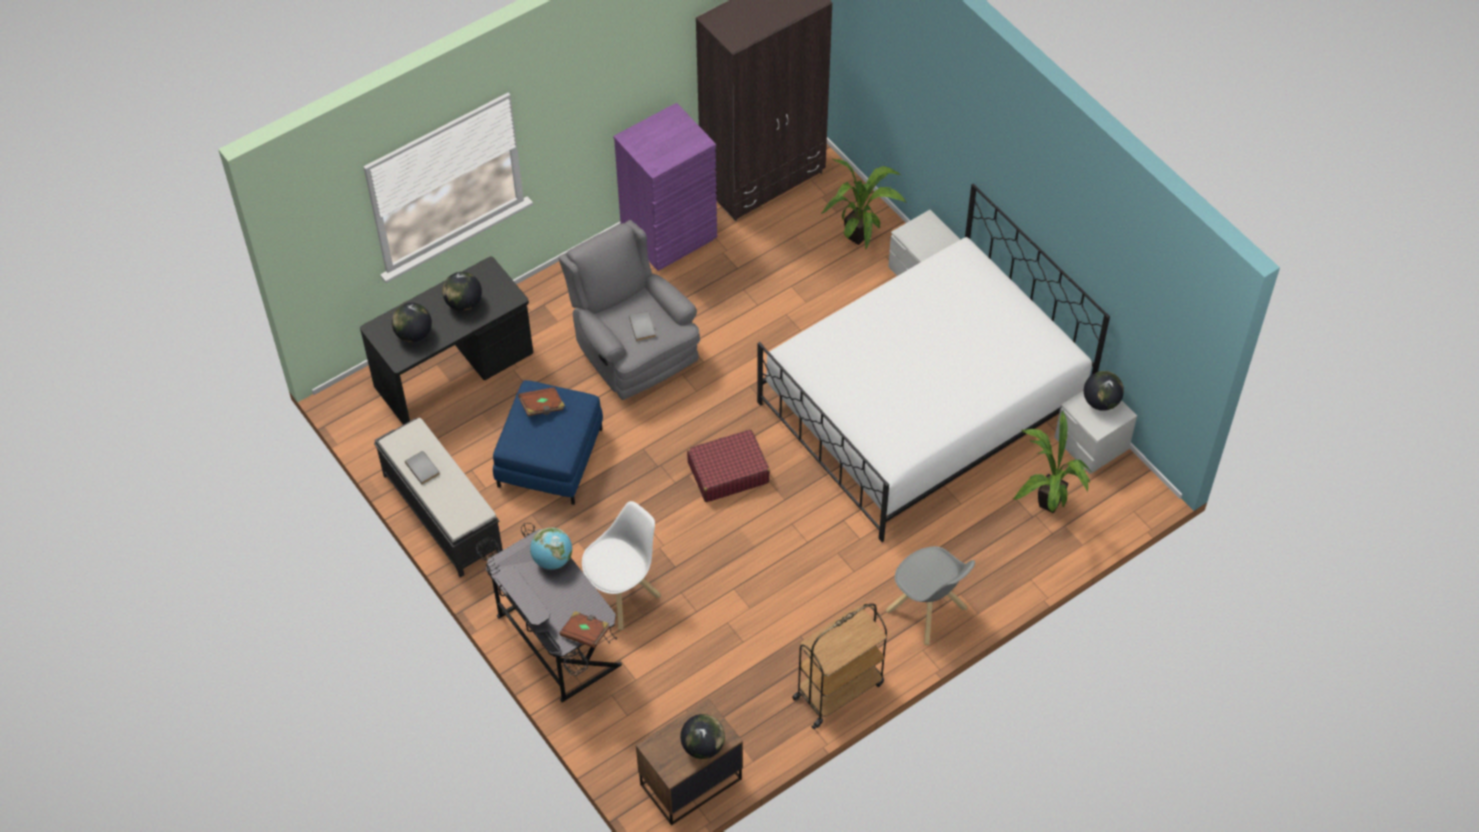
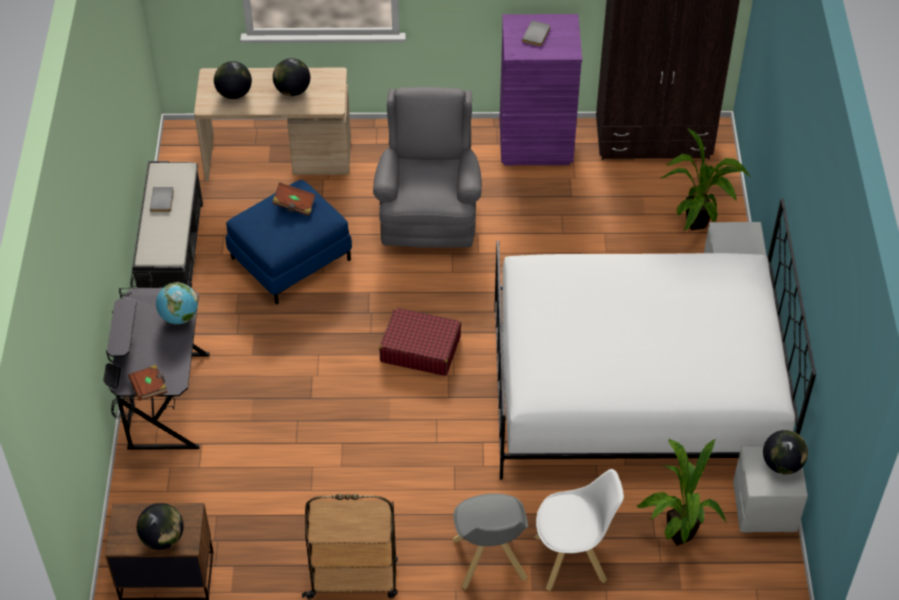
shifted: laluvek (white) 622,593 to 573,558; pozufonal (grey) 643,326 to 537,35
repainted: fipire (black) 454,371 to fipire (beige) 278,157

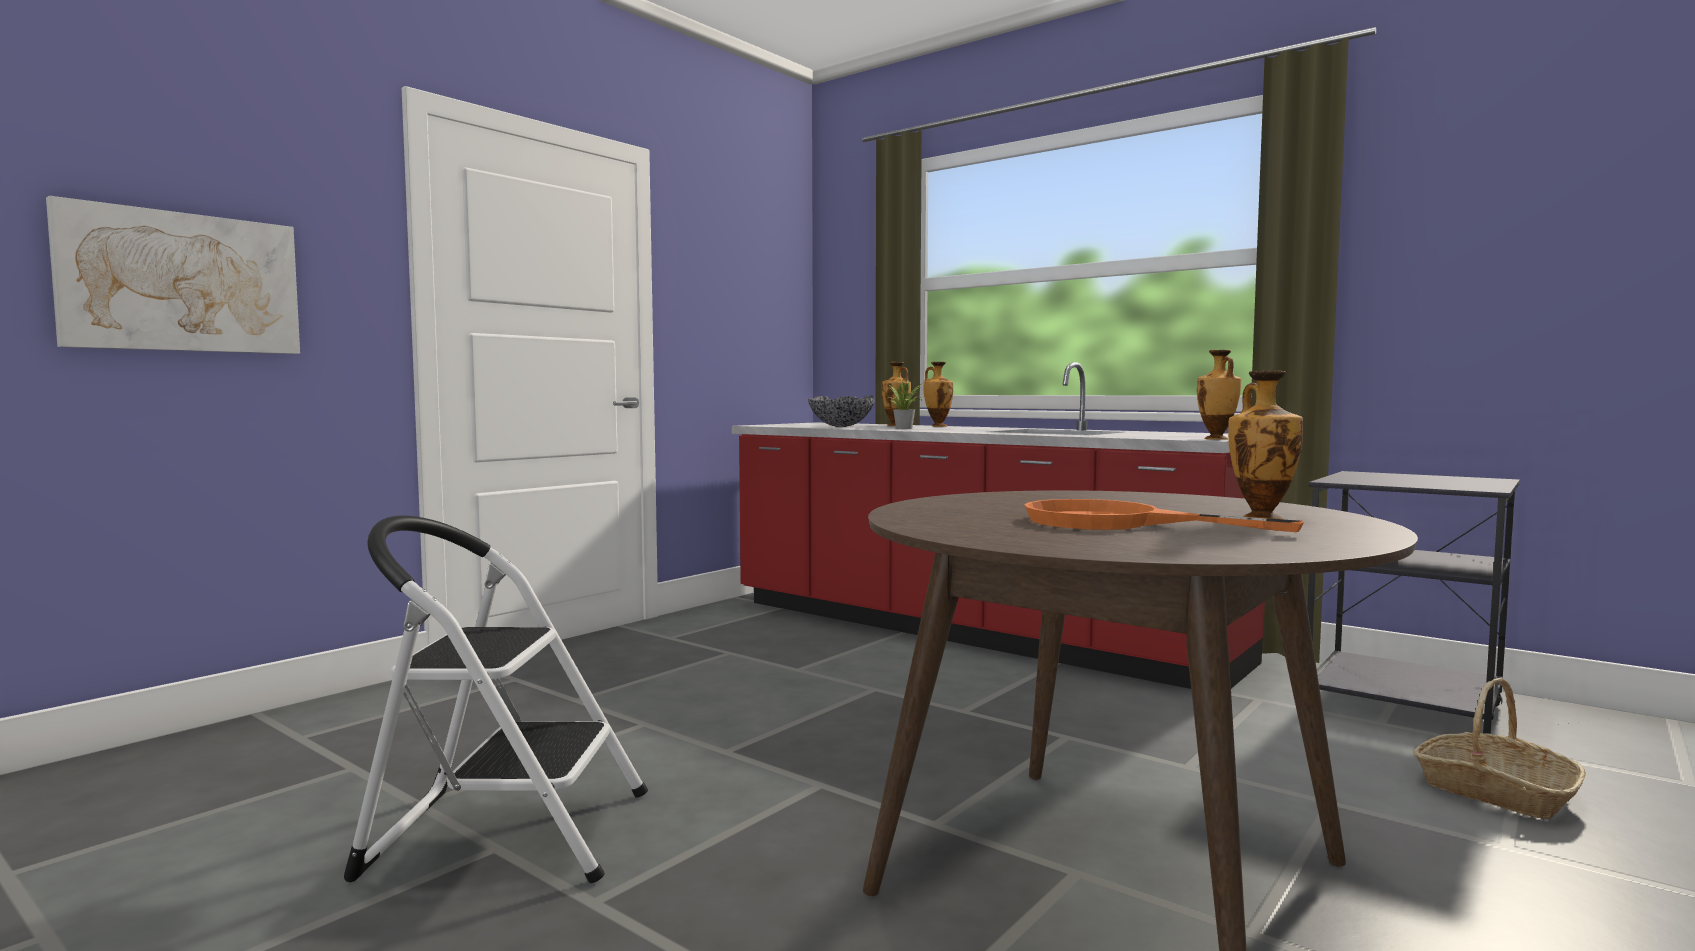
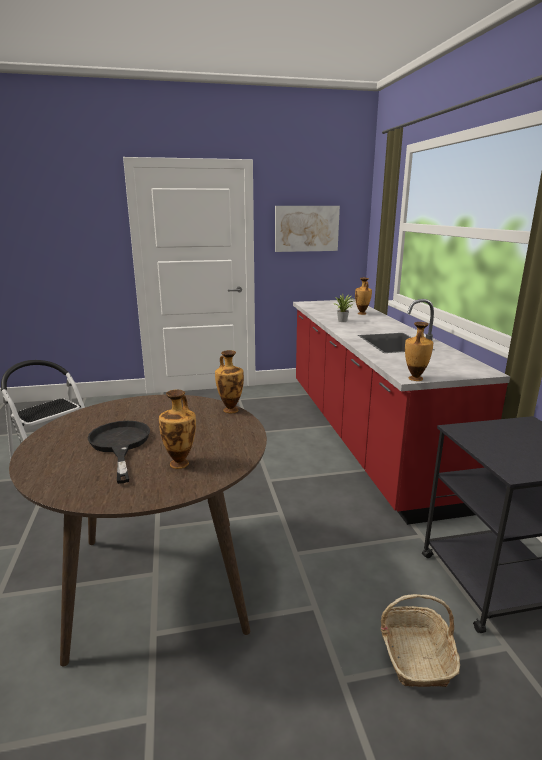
gone: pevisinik 841,426
shifted: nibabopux 182,282 to 306,228; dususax 937,426 to 230,409
repainted: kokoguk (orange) 1116,523 to kokoguk (black) 120,445

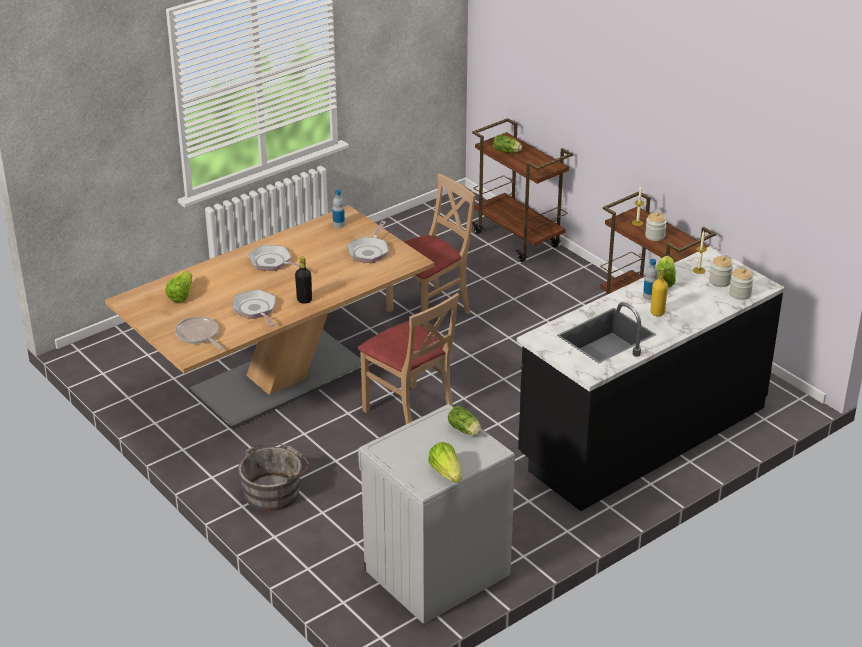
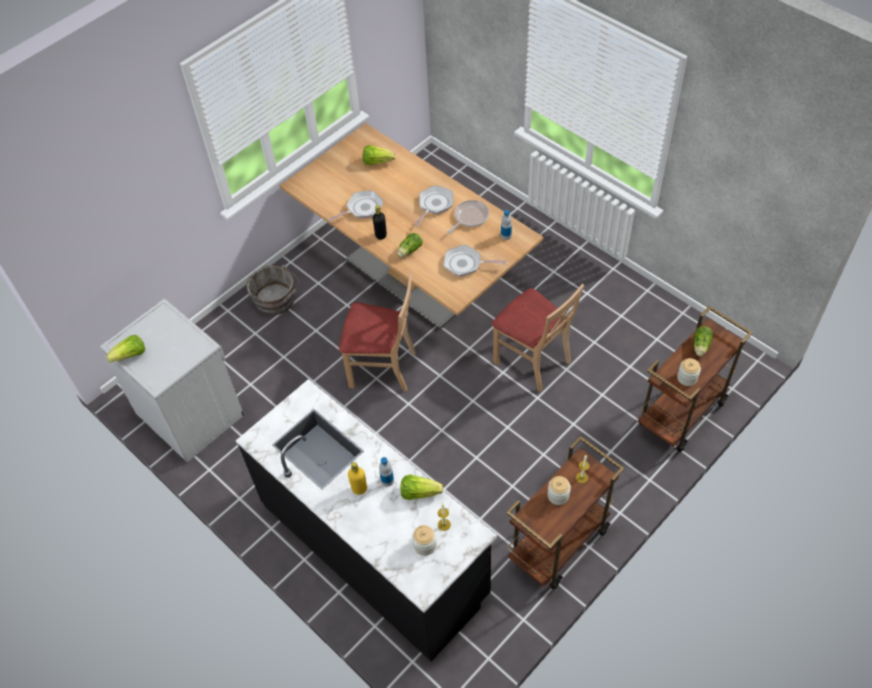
shifted: kokoguk 198,335 to 469,217; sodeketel 465,430 to 409,251; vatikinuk 740,294 to 687,378
rotated: laluvek (beige) 409,412 = 382,368 120 degrees counterclockwise

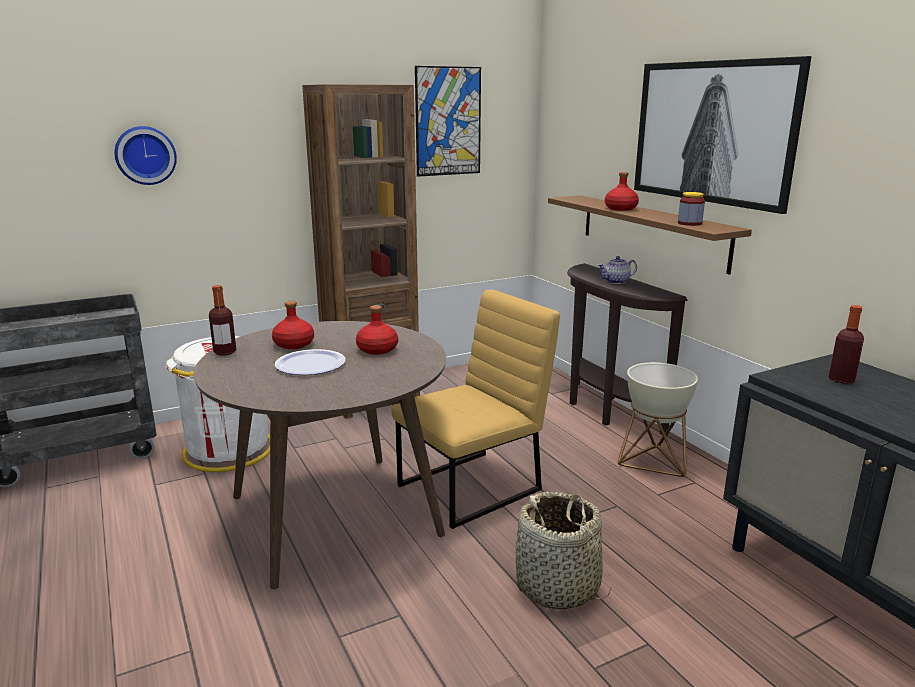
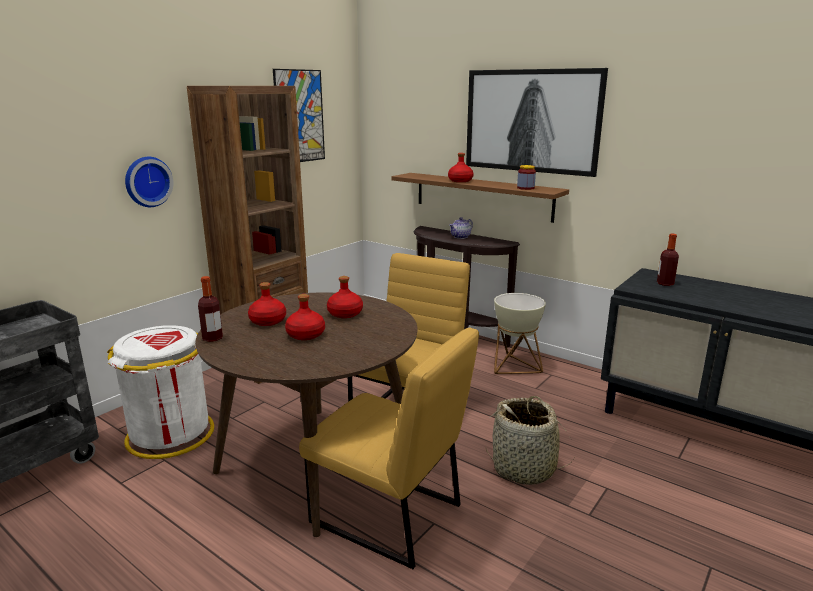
new: laluvek (yellow) 389,515
shifted: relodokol 145,155 to 147,181
swapped: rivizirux 310,364 to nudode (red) 305,335

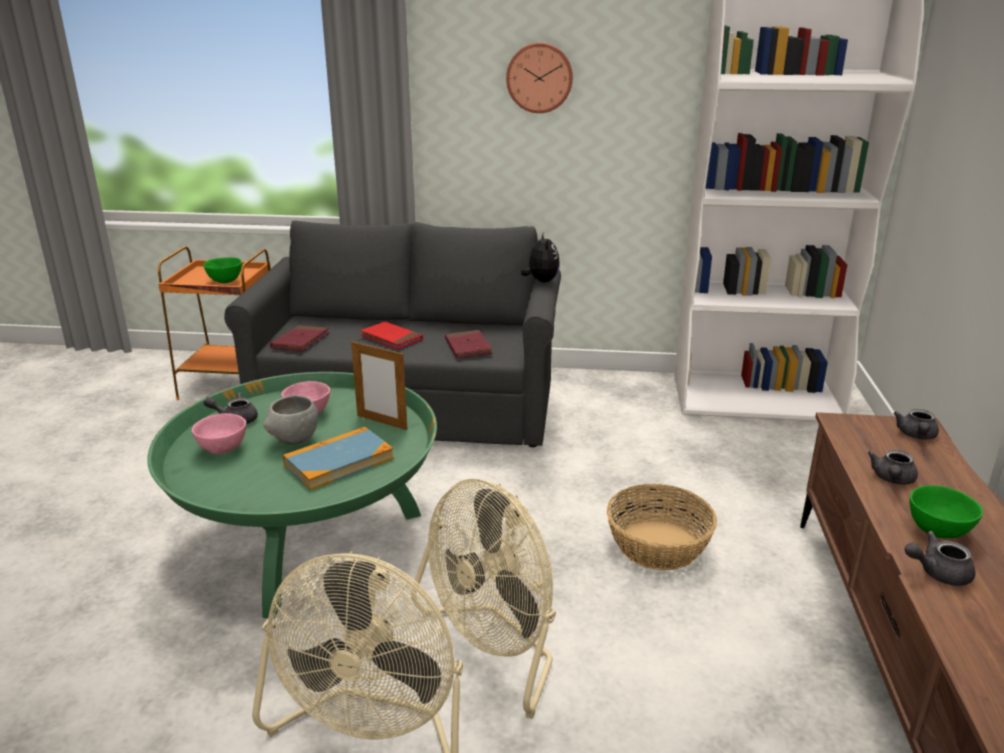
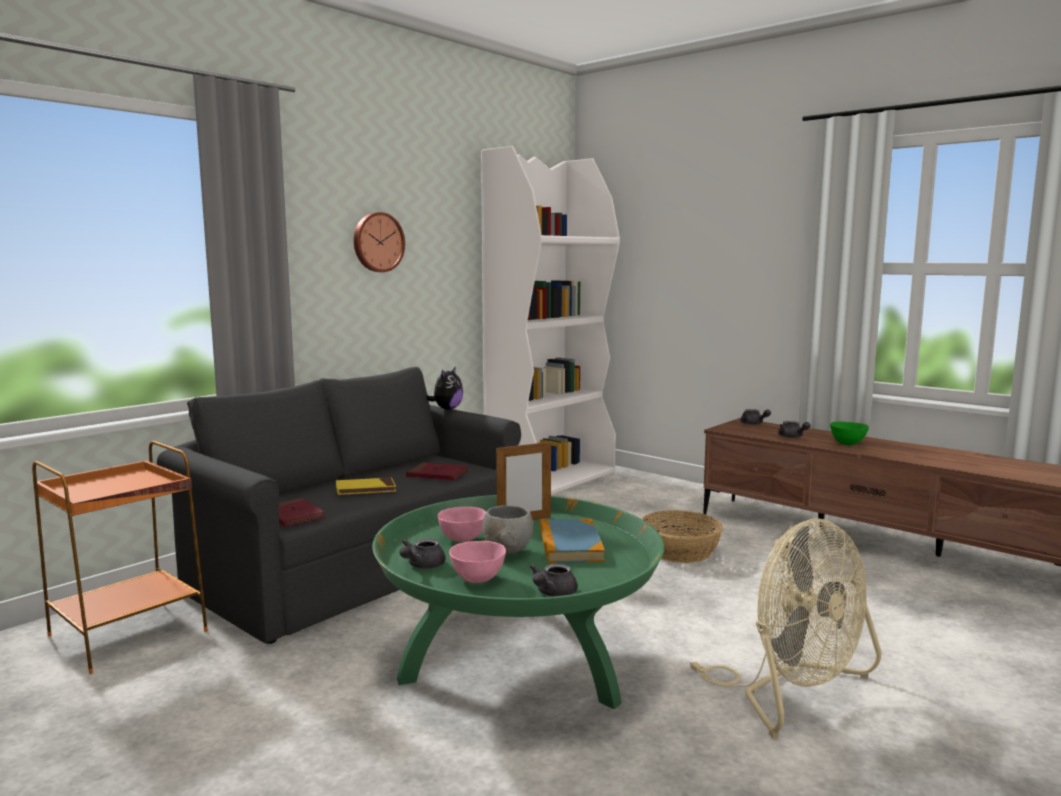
gone: pevisinik (green) 225,281; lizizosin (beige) 497,641
shifted: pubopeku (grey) 937,572 to 552,593
repainted: pozufonal (red) 391,338 to pozufonal (yellow) 365,489
rotated: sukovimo 541,281 = 447,409 90 degrees clockwise

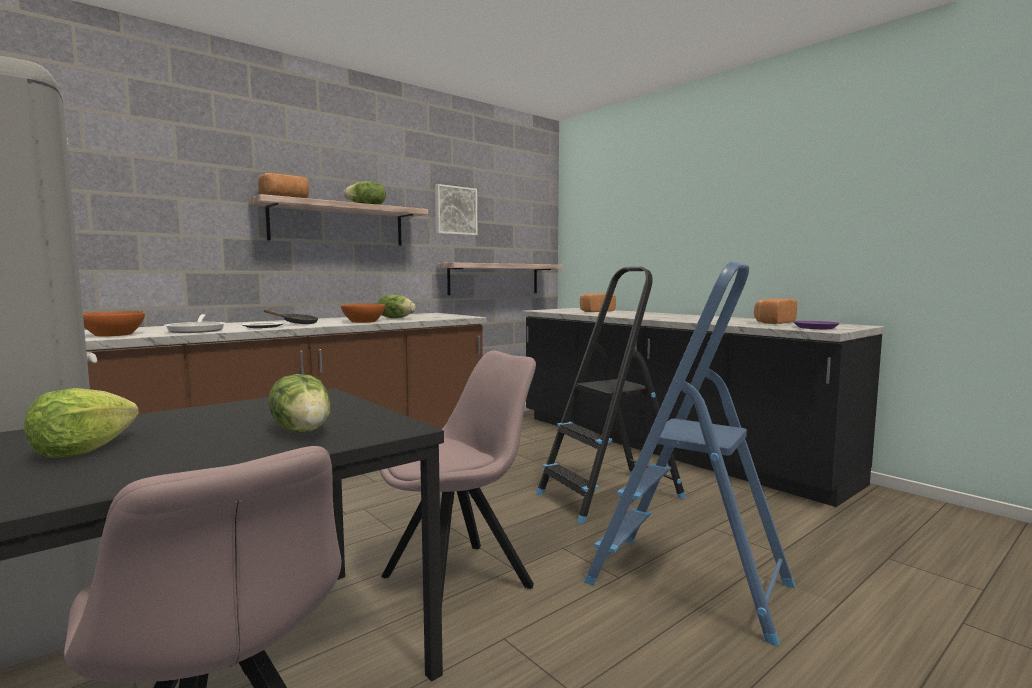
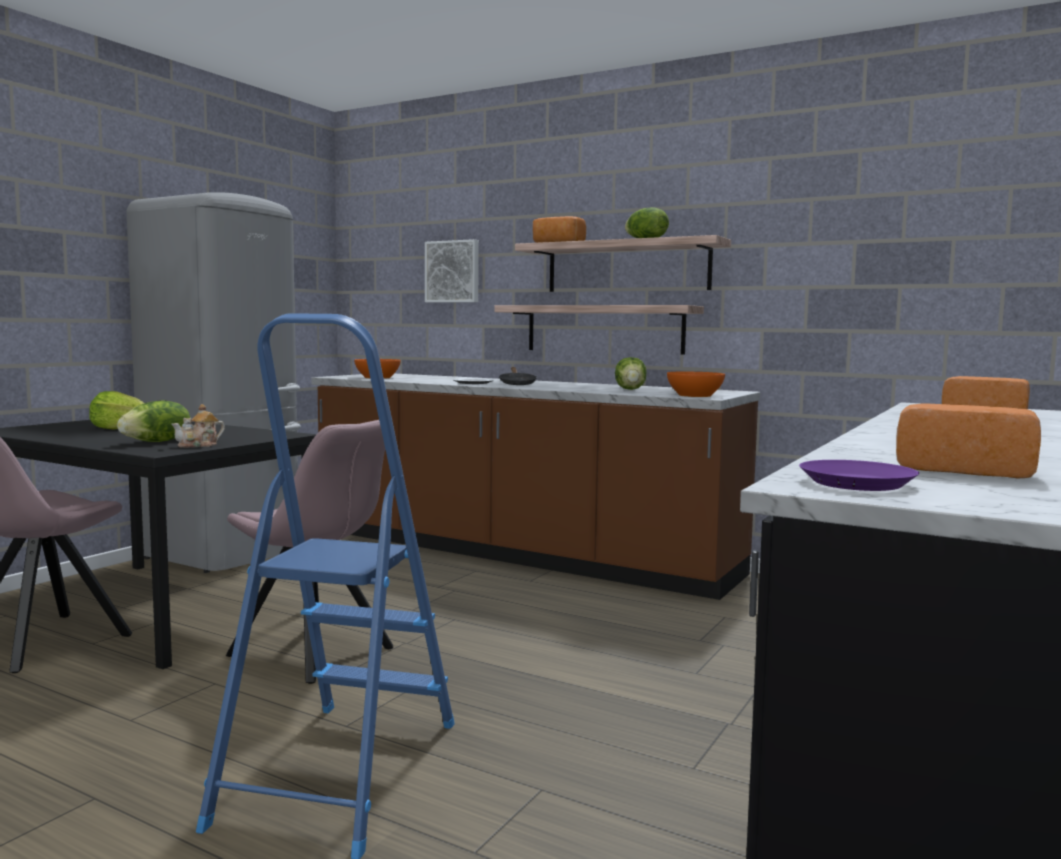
gone: kokoguk 197,330; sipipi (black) 608,496
new: pubopeku 199,445
shifted: pevisinik (orange) 363,321 to 694,395; nibabopux 455,210 to 453,271; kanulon 494,279 to 604,329

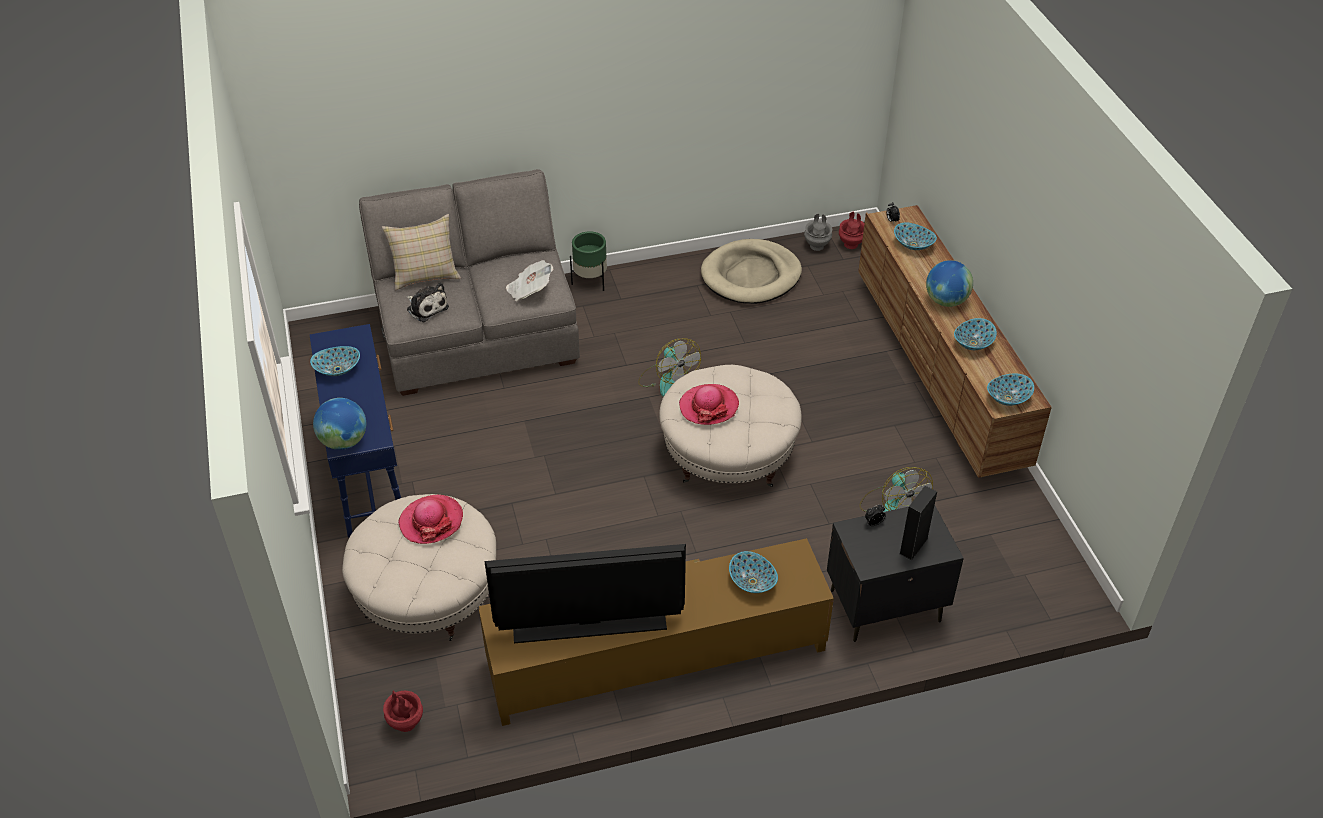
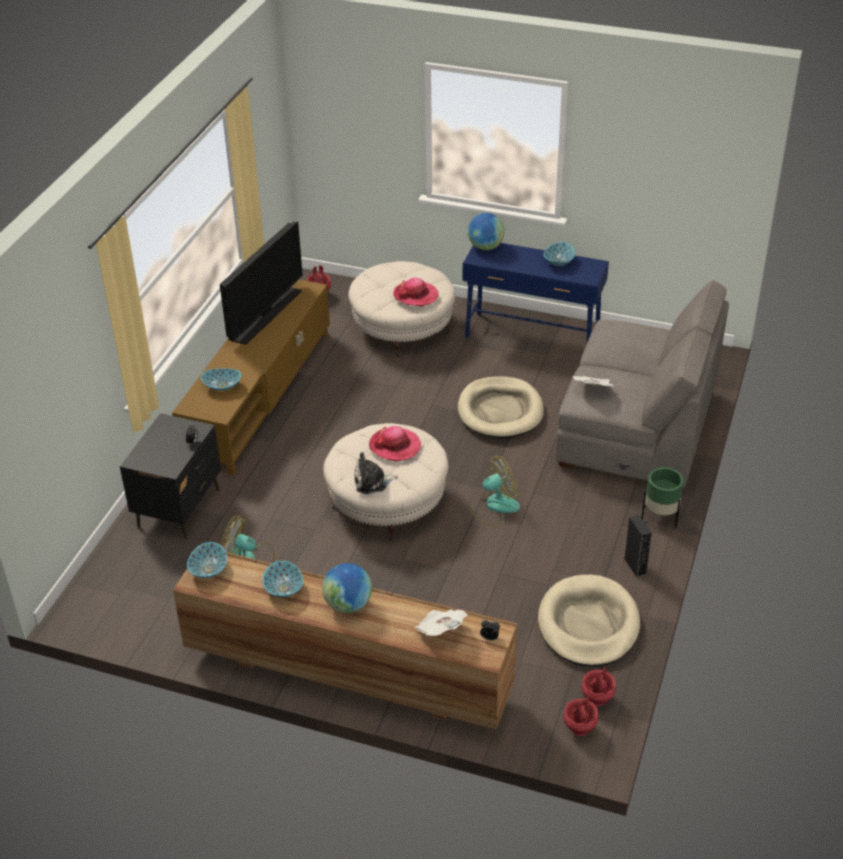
gone: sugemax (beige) 425,274
new: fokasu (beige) 500,411
shifted: sukovimo 426,307 to 372,482; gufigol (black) 913,546 to 635,566
swapped: pevisinik 913,245 to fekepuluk 440,630
repainted: dususax (grey) 817,246 to dususax (red) 597,700
rotated: lizizosin 667,380 = 495,507 150 degrees clockwise

